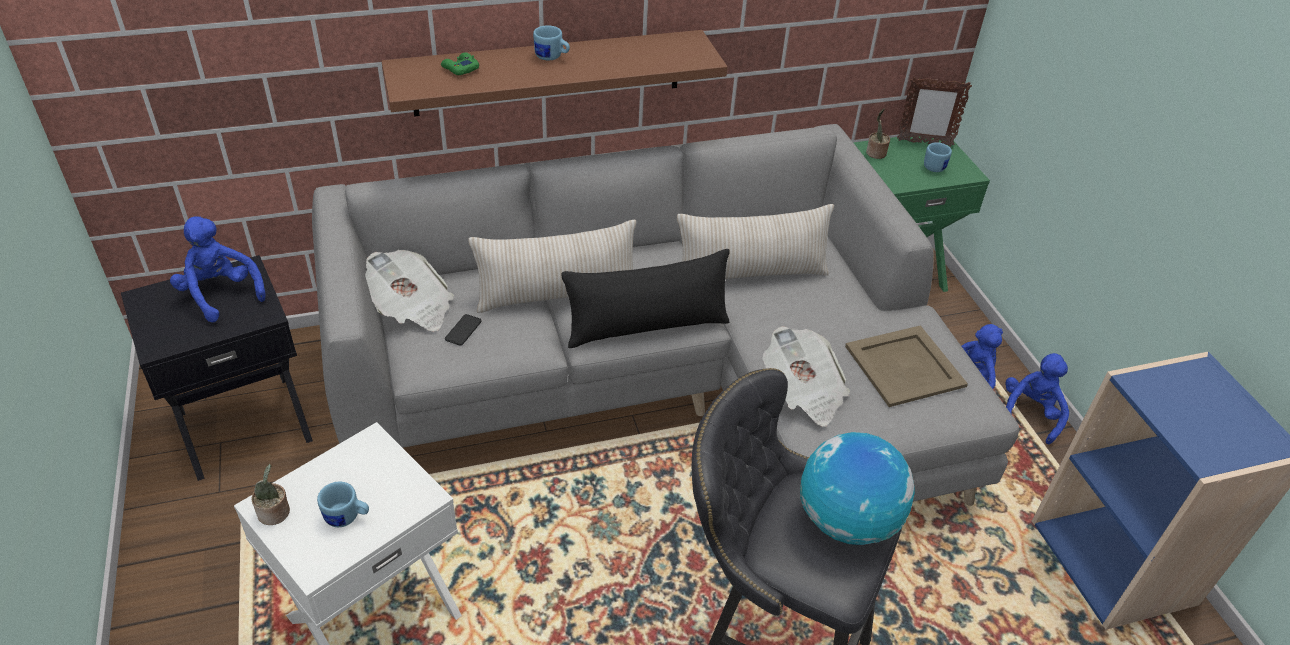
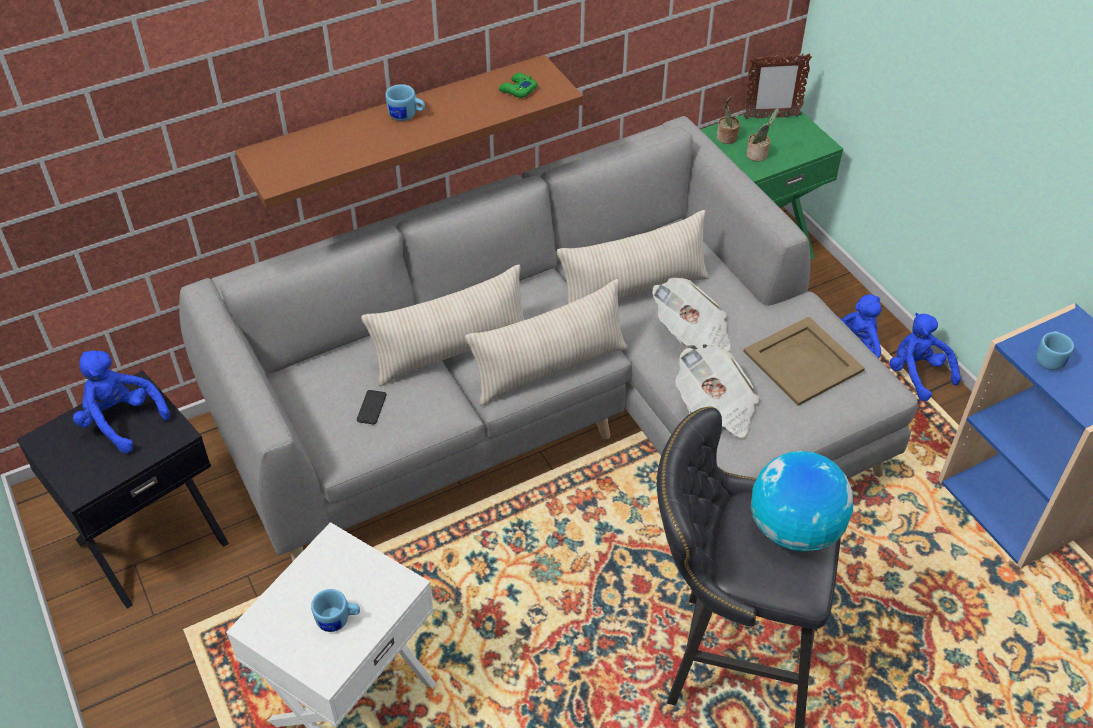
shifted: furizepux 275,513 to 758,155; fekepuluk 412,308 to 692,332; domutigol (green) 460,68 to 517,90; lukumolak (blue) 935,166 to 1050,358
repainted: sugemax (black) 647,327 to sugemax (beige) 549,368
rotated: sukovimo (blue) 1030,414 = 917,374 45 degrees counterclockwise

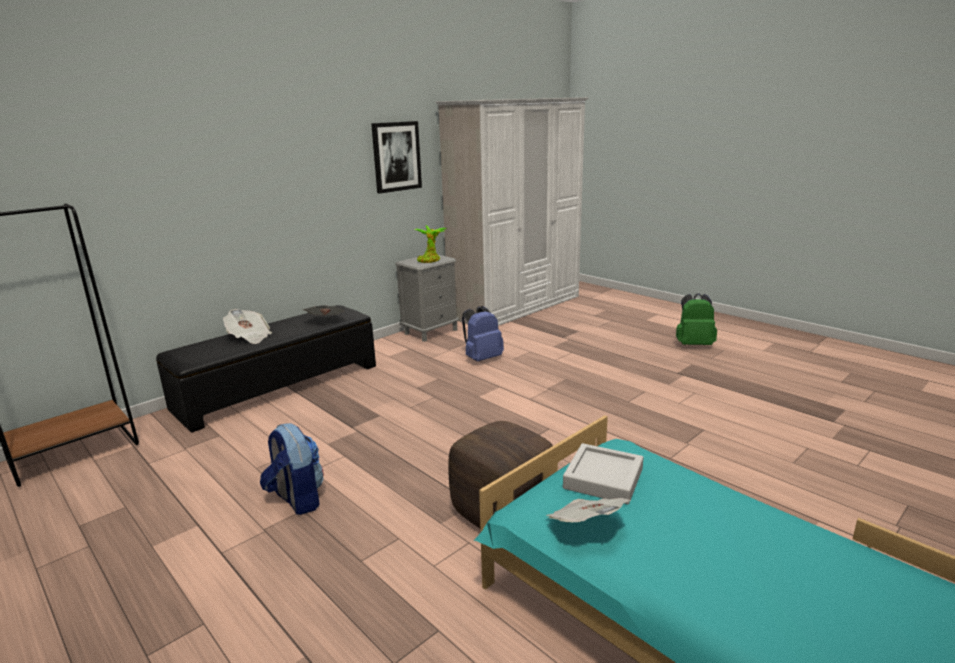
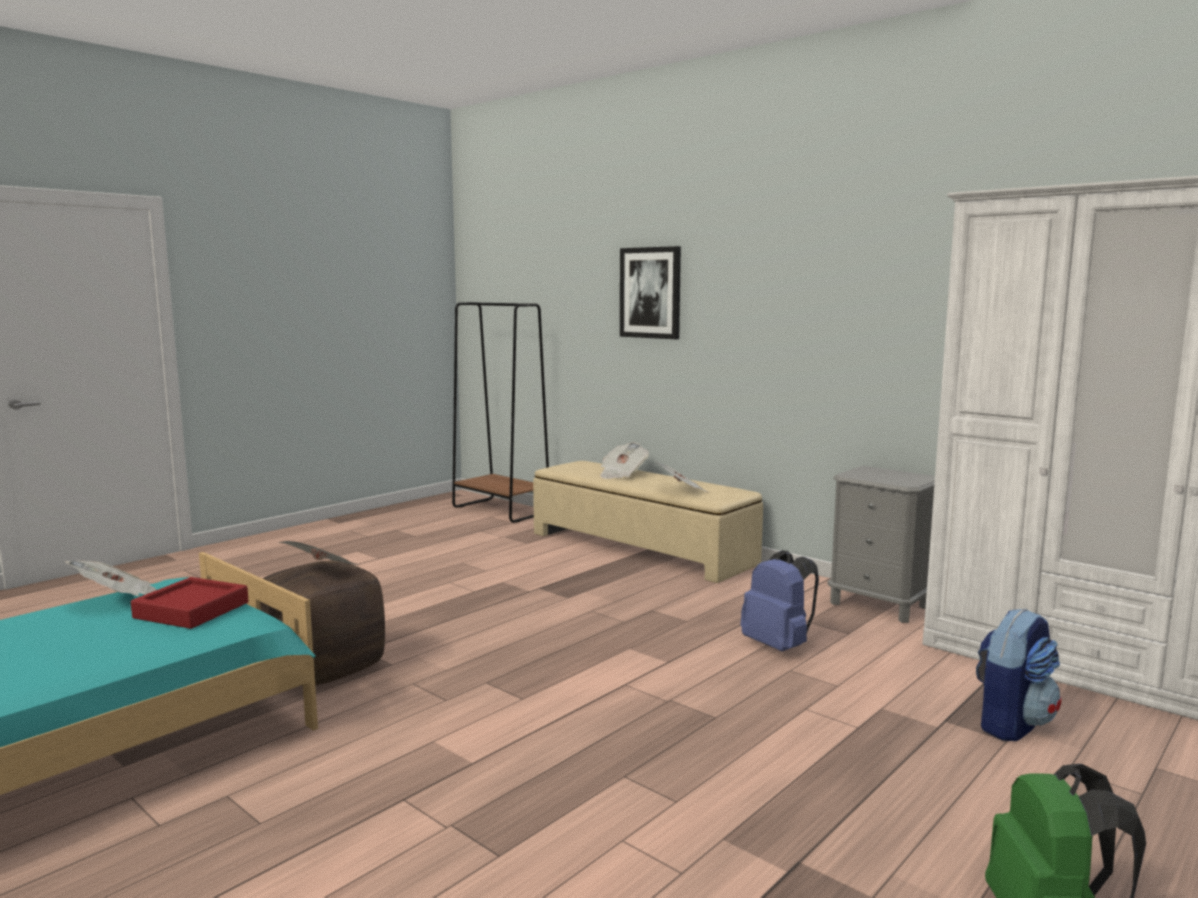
gone: furizepux 430,261
new: fekepuluk 323,573
shifted: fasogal 296,499 to 1011,723; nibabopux 396,156 to 650,293
repainted: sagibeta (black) 279,386 to sagibeta (beige) 642,548; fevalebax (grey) 603,479 to fevalebax (red) 191,610

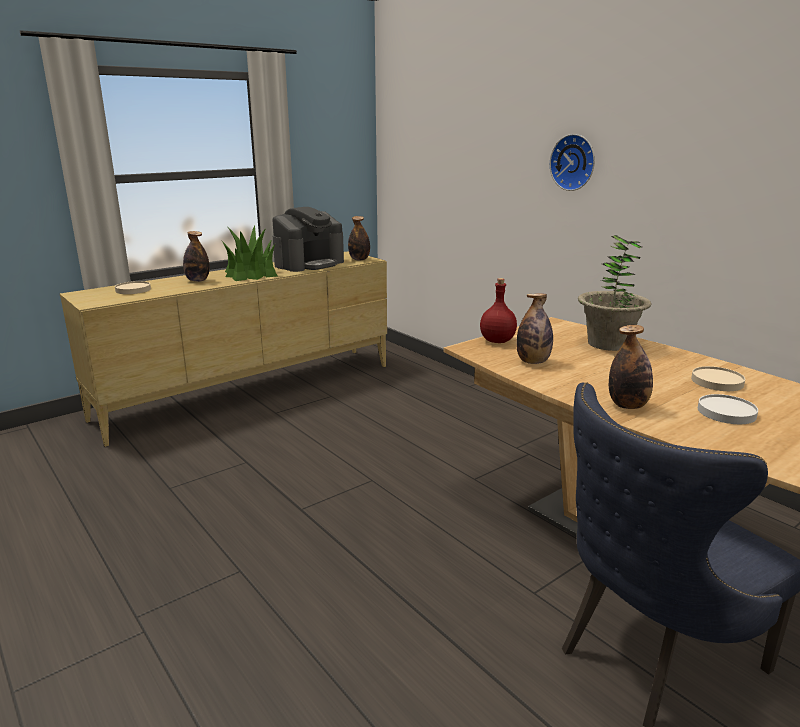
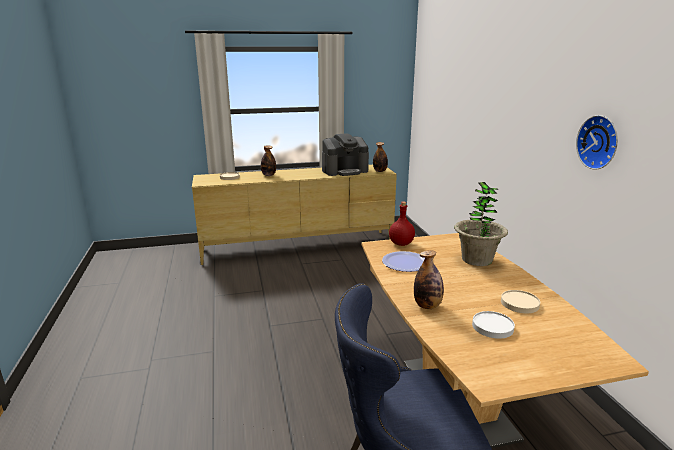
gone: furizepux 250,274
shifted: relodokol 574,162 to 599,142
swapped: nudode 533,362 to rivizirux 405,263

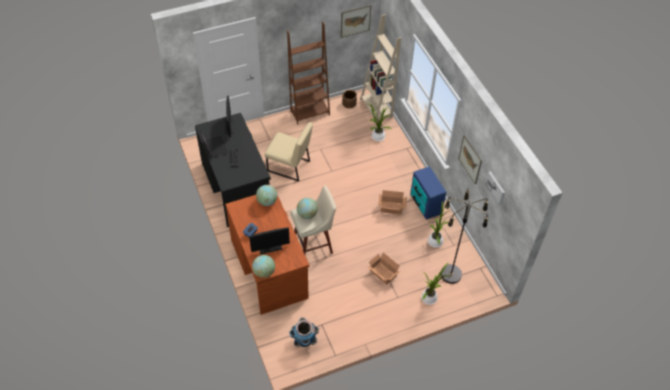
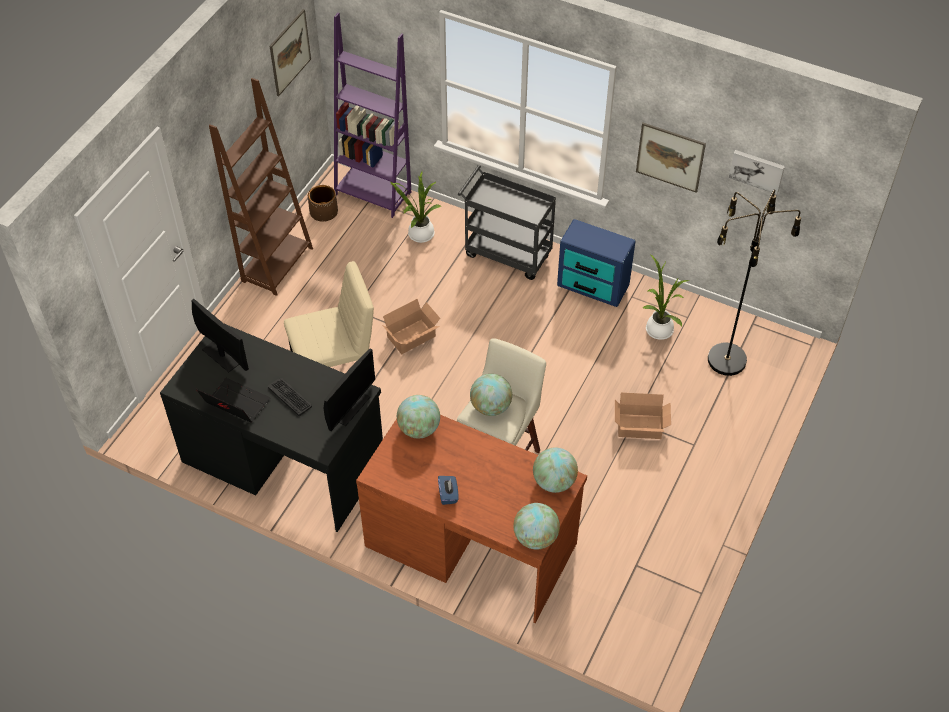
gone: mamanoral 304,341; furizepux 430,297
new: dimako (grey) 505,256; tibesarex 554,482
shifted: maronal 270,247 to 350,407; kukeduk 391,208 to 413,337
repainted: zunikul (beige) 376,108 to zunikul (purple) 373,193

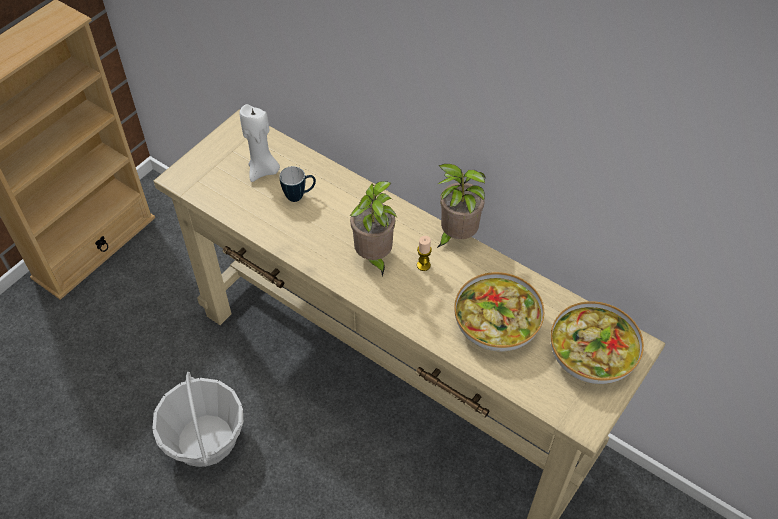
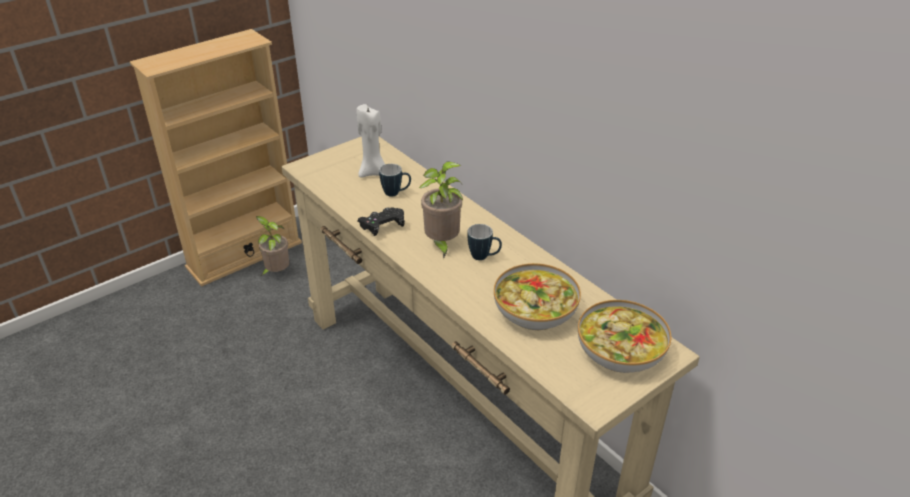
gone: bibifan 206,440
new: domutigol (black) 382,227
shifted: furizepux 456,236 to 276,272
swapped: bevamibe 423,265 to lukumolak 484,257

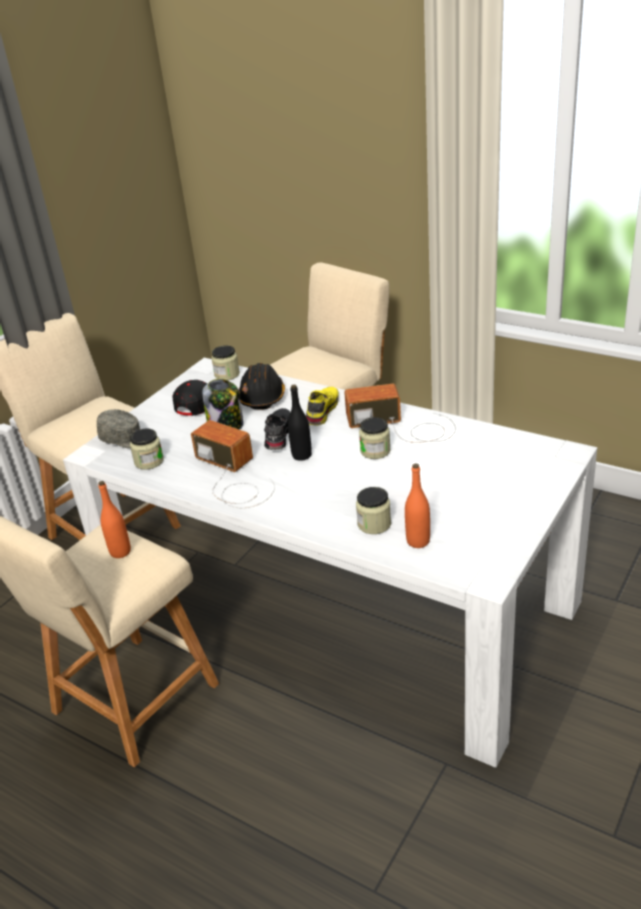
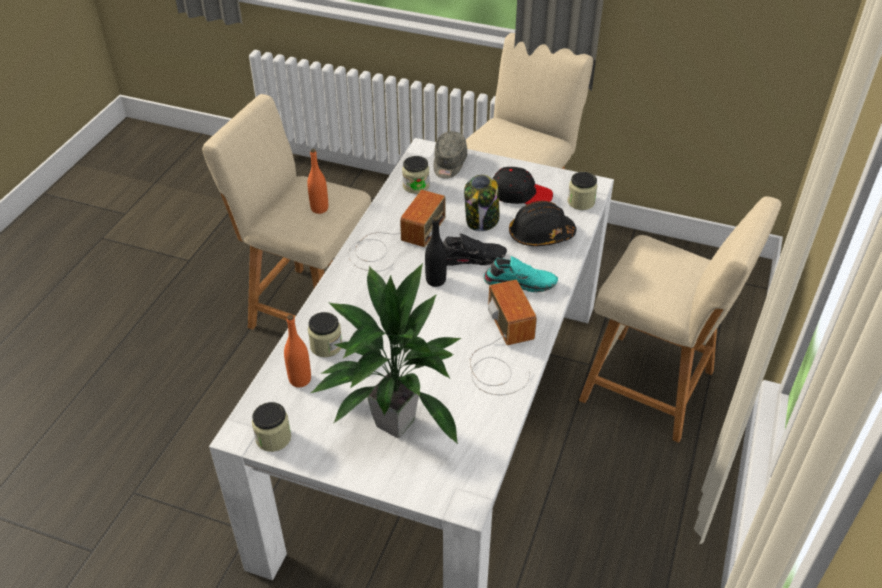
new: furizepux 393,424
shifted: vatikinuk 375,451 to 273,438
repainted: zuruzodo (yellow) 321,411 to zuruzodo (turquoise) 520,282

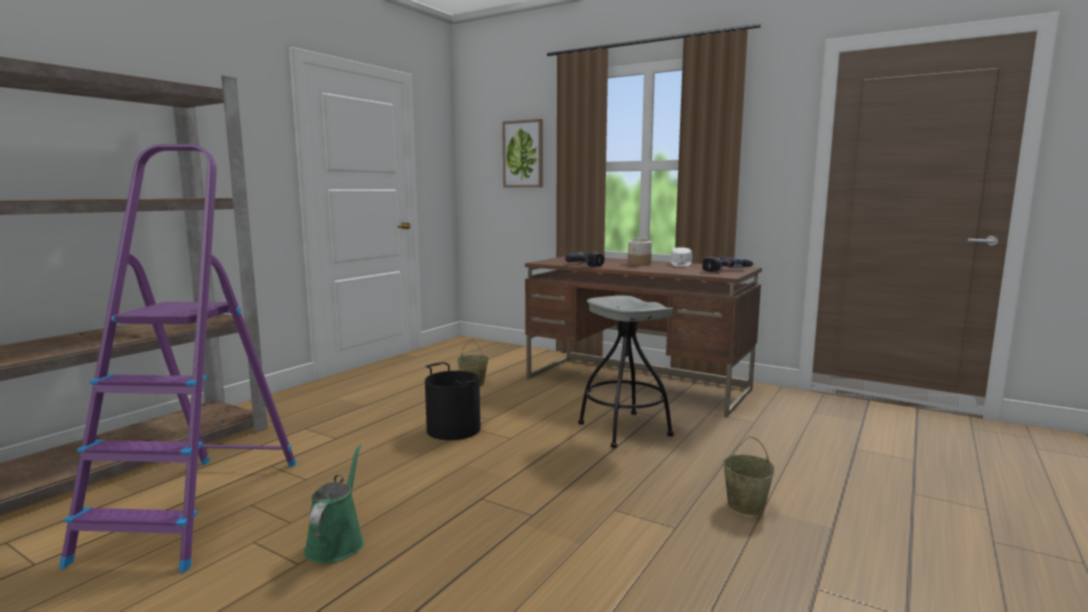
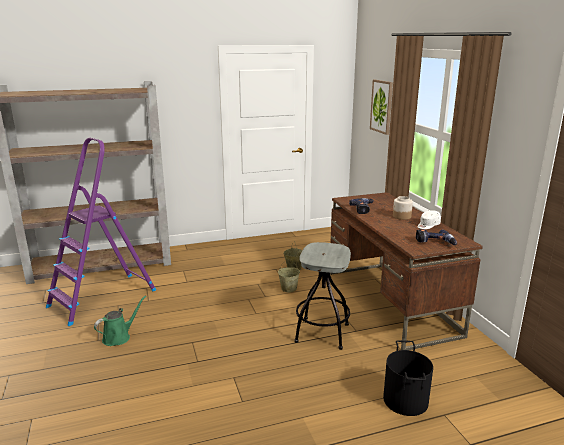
shifted: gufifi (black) 454,429 to 406,400; gufifi (beige) 745,505 to 289,288

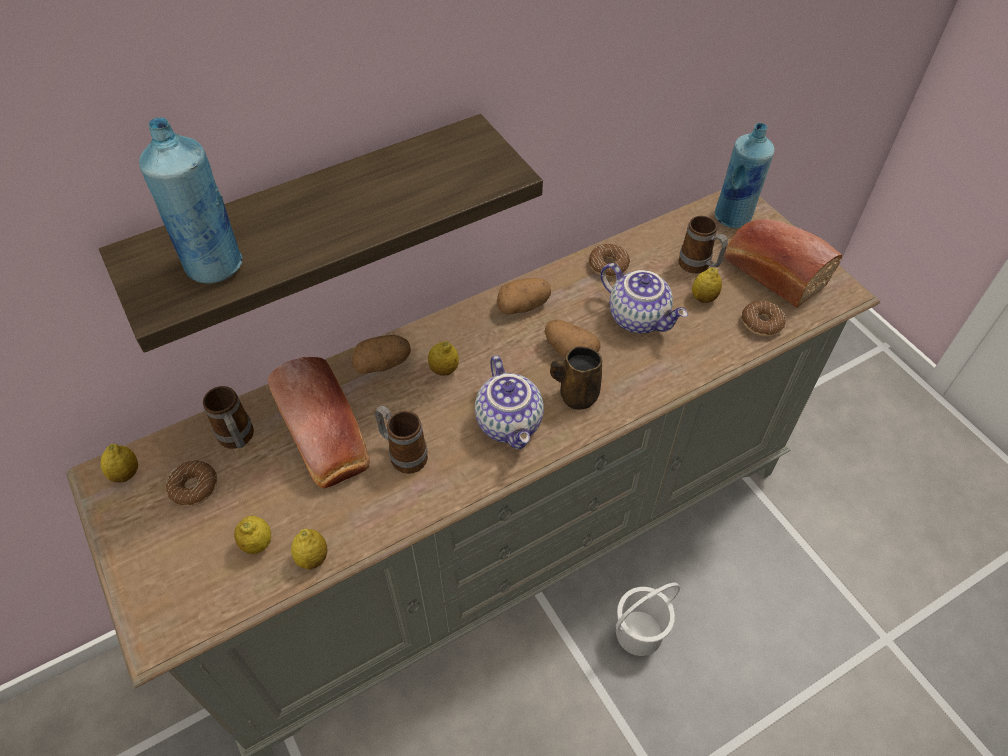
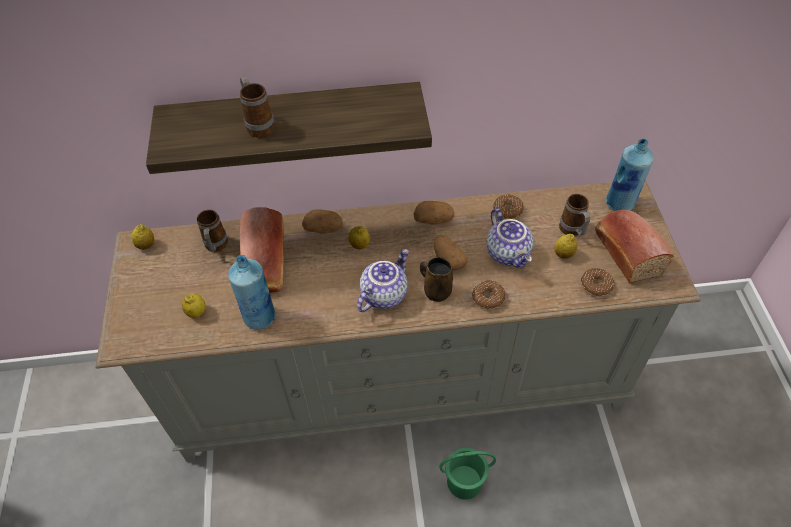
gone: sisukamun 313,558
shifted: nudode (blue) 214,265 to 259,317; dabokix 194,487 to 488,298; lukumolak 403,454 to 258,125
repainted: gufifi (white) 638,632 to gufifi (green) 464,481
rotated: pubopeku 511,423 = 383,294 150 degrees counterclockwise

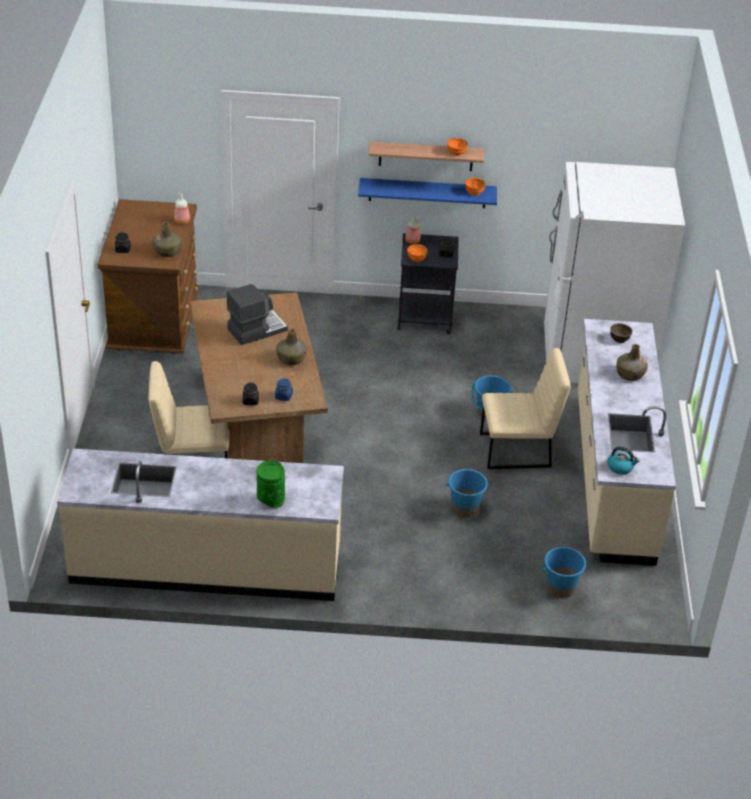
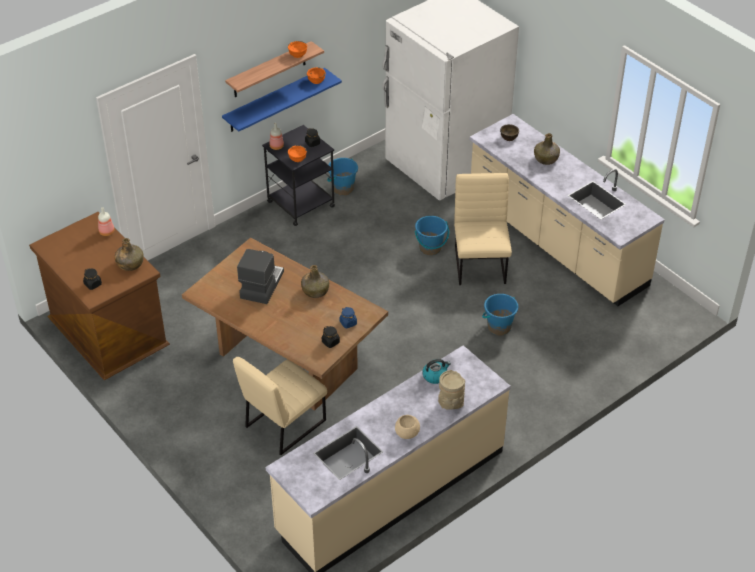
new: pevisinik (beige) 406,433
shifted: gufifi (blue) 560,587 to 343,189; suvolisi 621,467 to 435,376
repainted: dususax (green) 270,499 to dususax (beige) 450,403
rotated: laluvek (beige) 518,450 = 480,263 45 degrees counterclockwise

